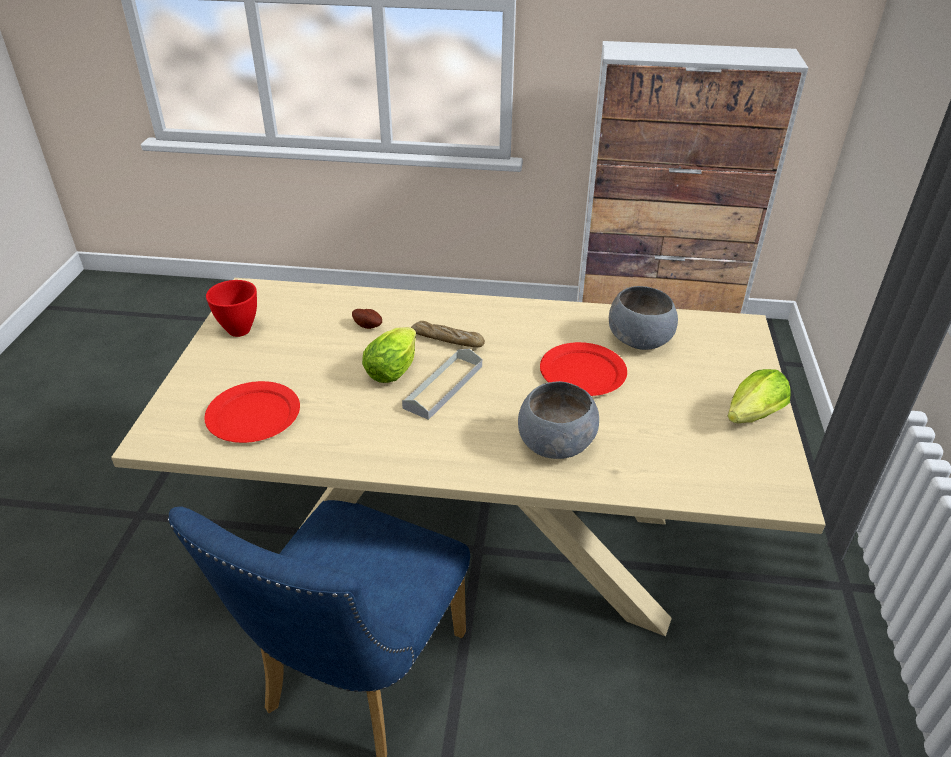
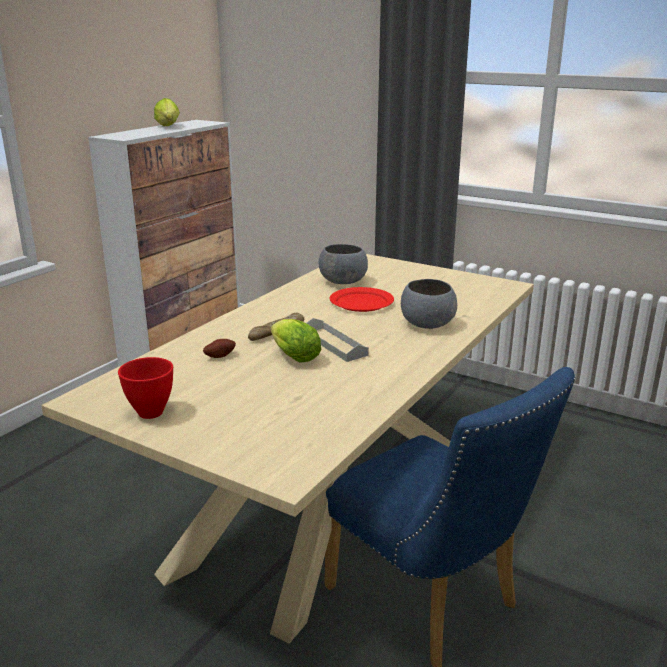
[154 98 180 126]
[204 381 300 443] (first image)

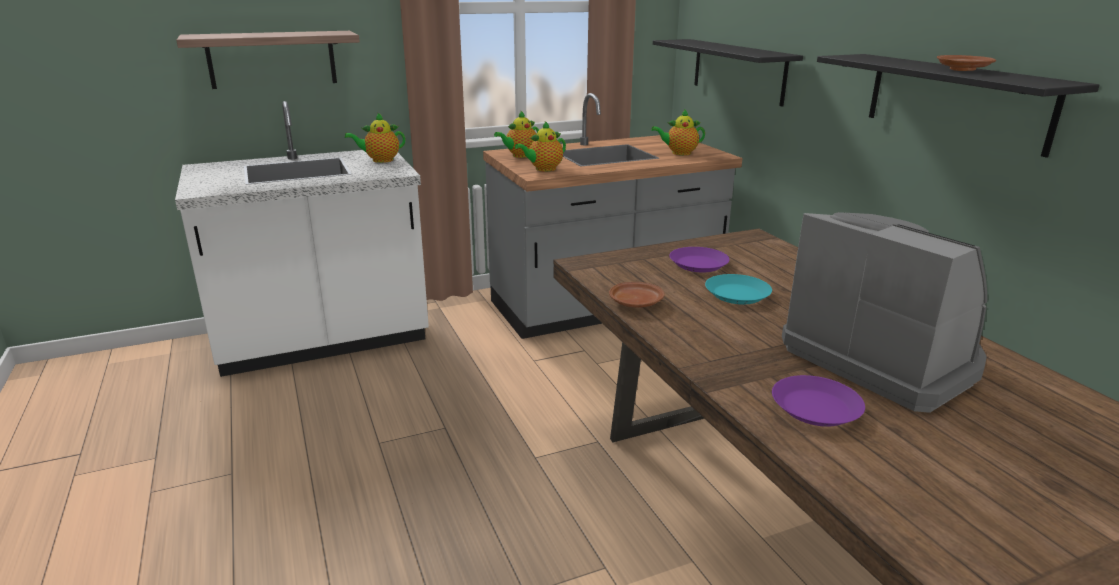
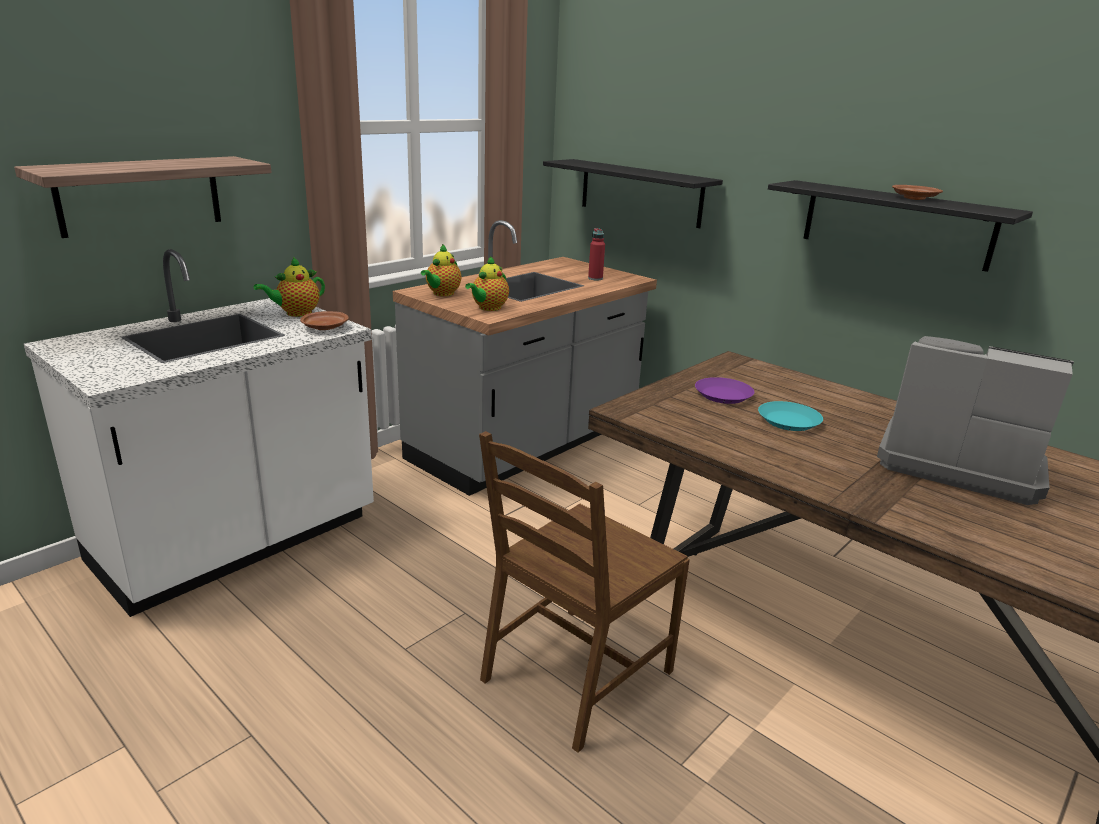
[300 311 349 330]
[479 431 690 753]
[588 228 605 280]
[772 375 865 427] (first image)

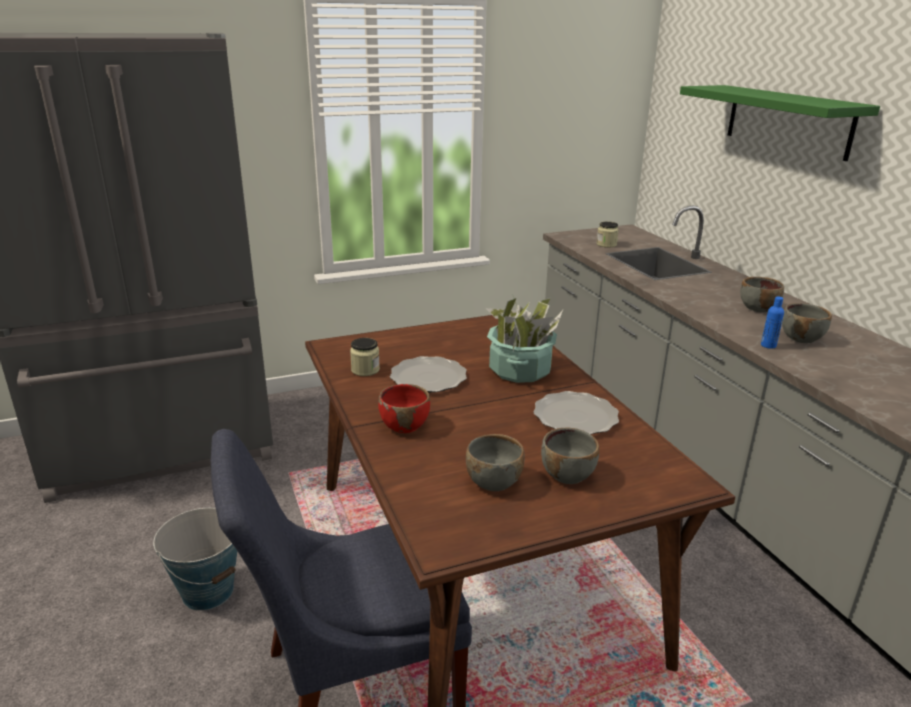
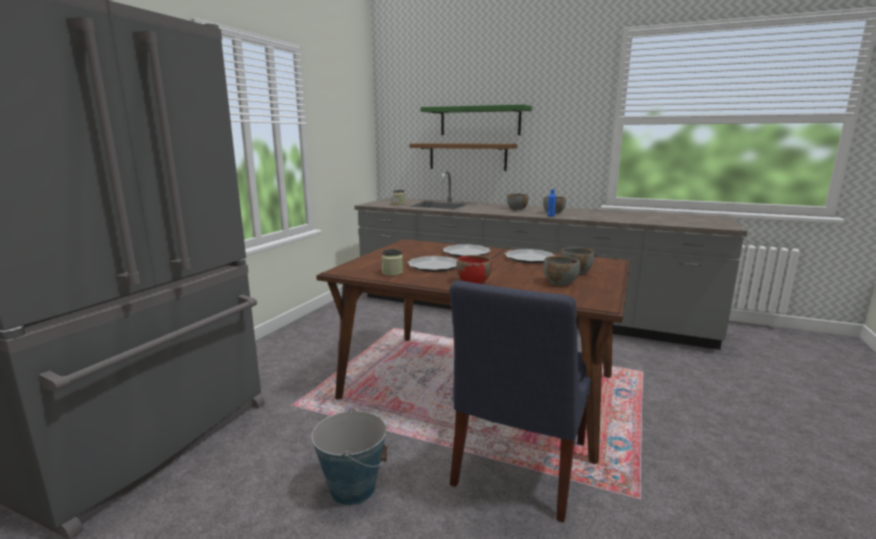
[409 143 517 171]
[443 244 491 257]

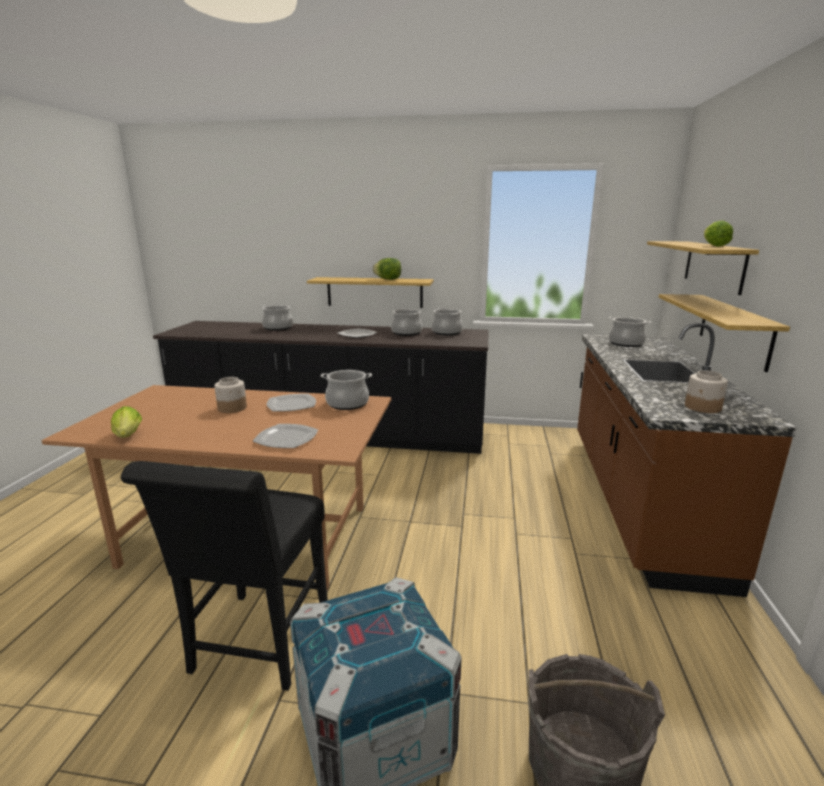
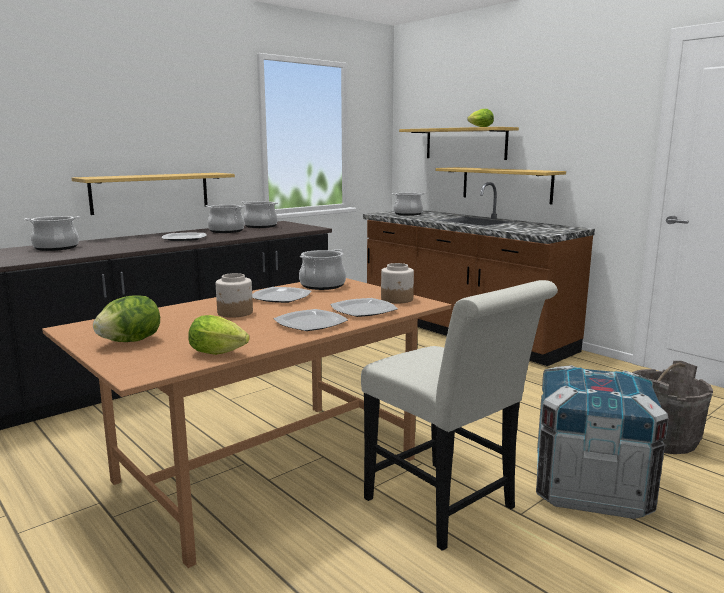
[93 295 160 342]
[273 309 348 331]
[361 280 558 551]
[381 263 414 303]

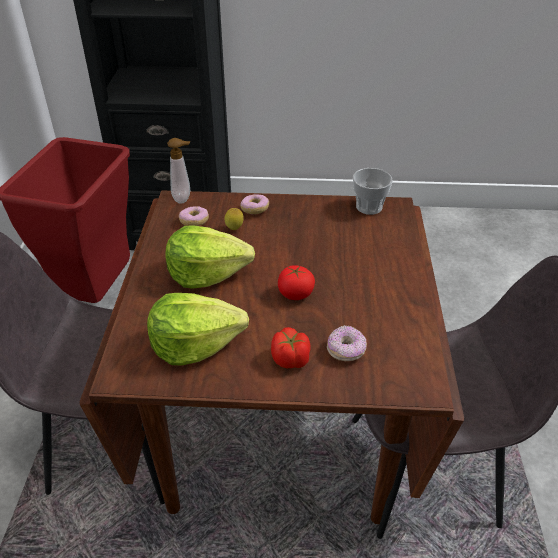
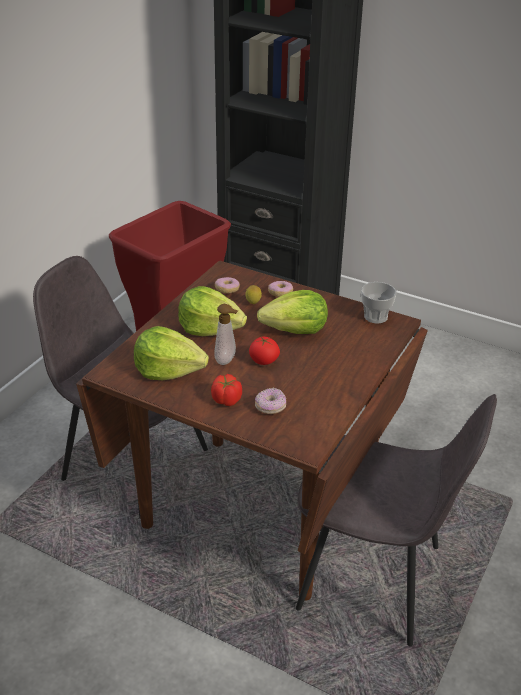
[214 304 238 365]
[257 290 328 334]

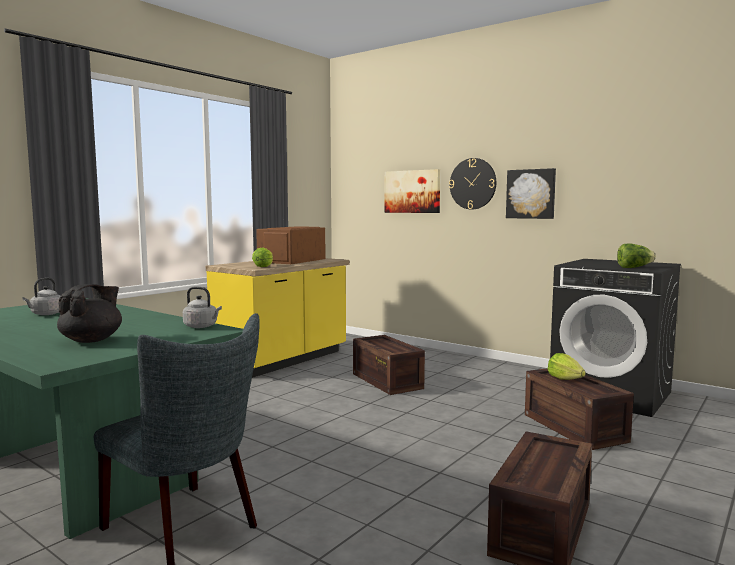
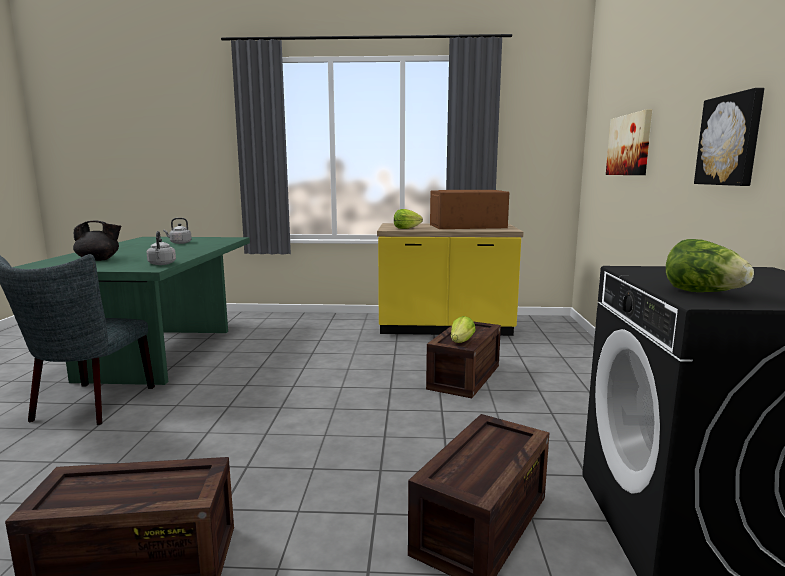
[451 316 476 343]
[449 158 496 210] (first image)

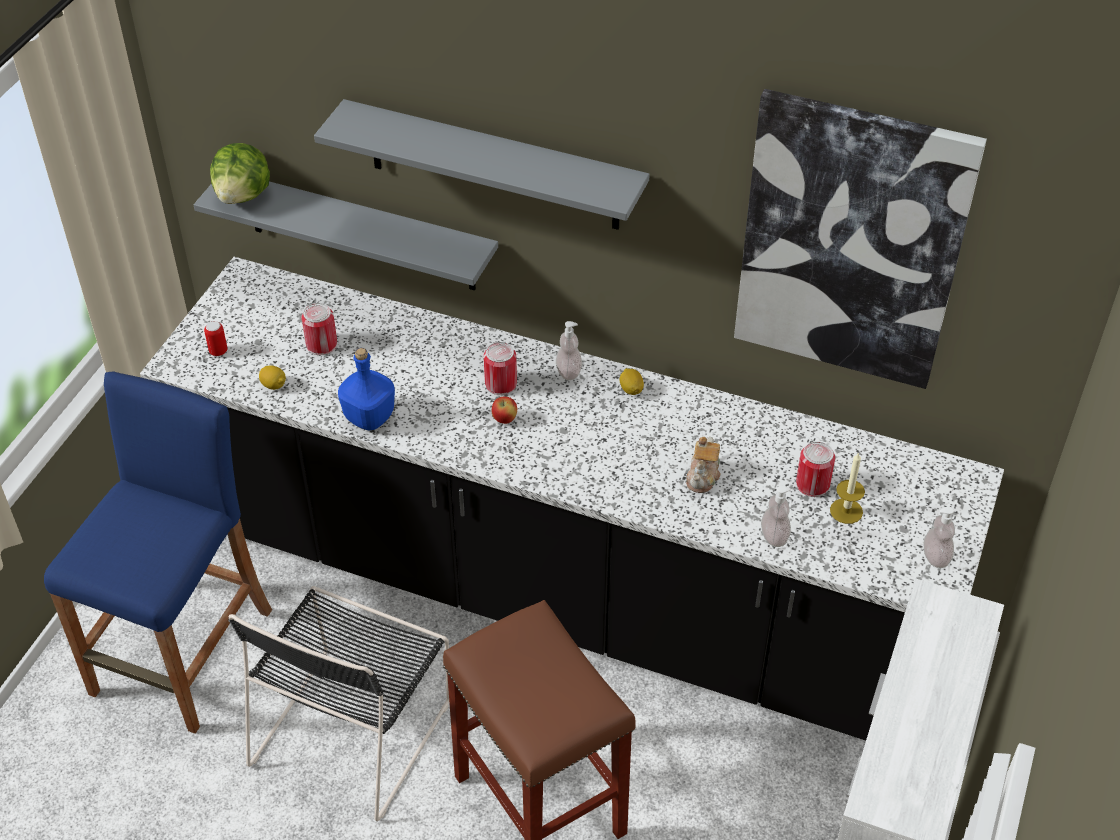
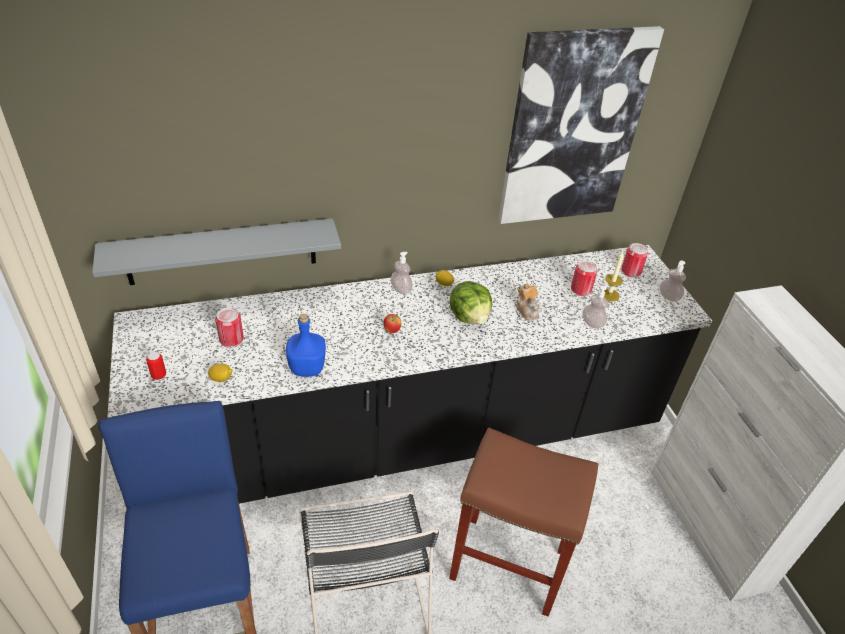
[450 281 492 324]
[621 243 648 278]
[314 99 650 230] (first image)

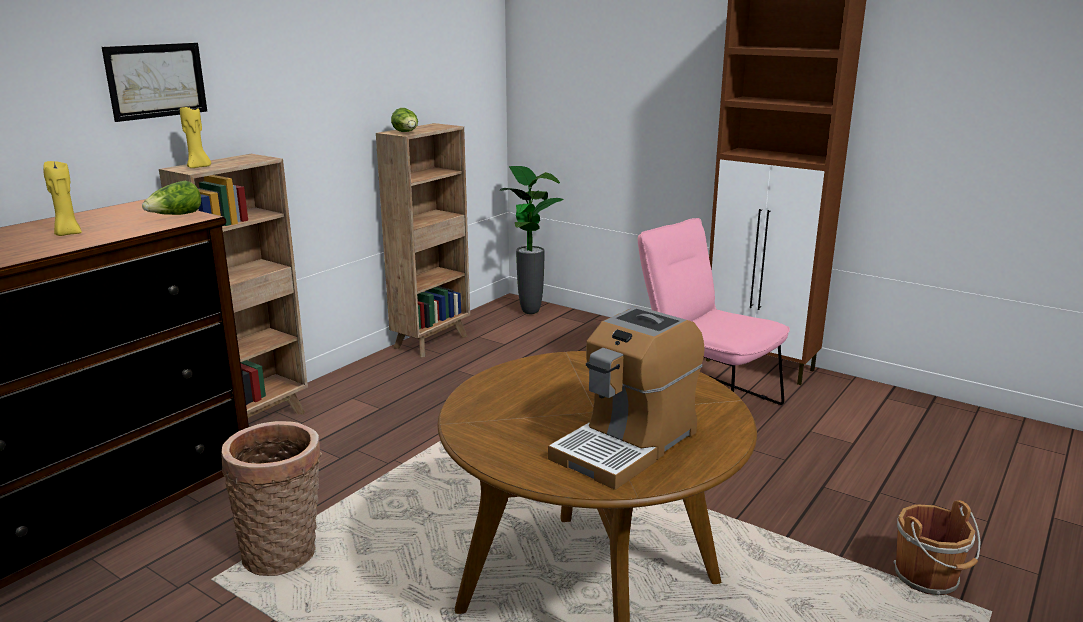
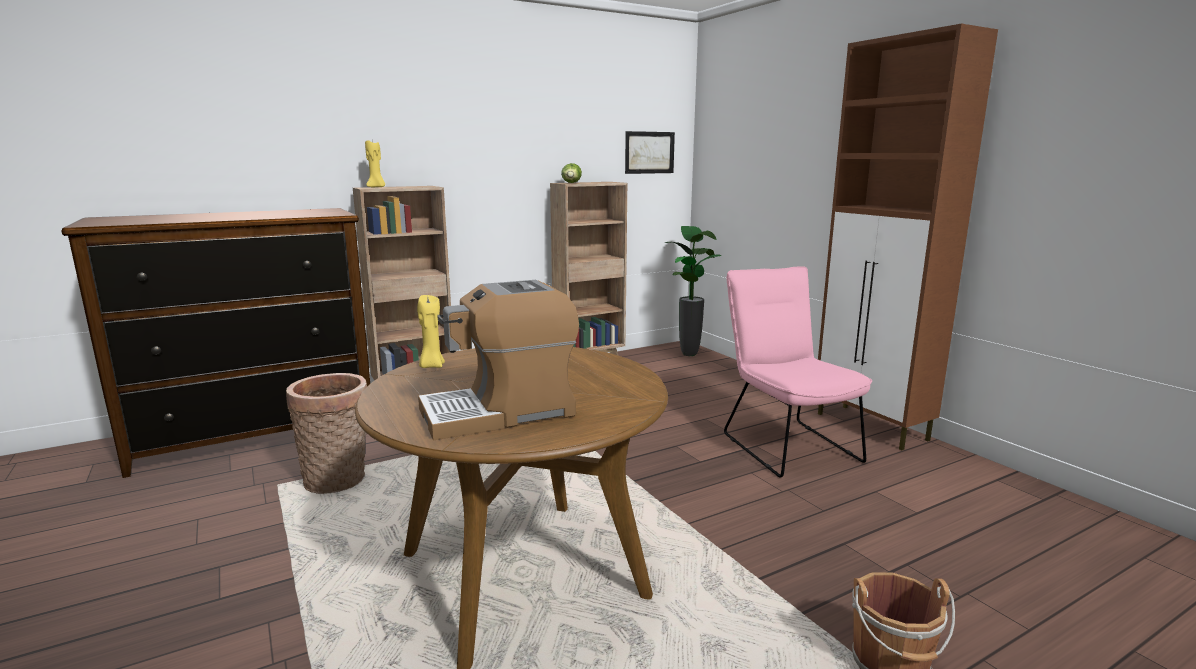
[417 295 445 368]
[625 131 675 174]
[142 181 201 215] (first image)

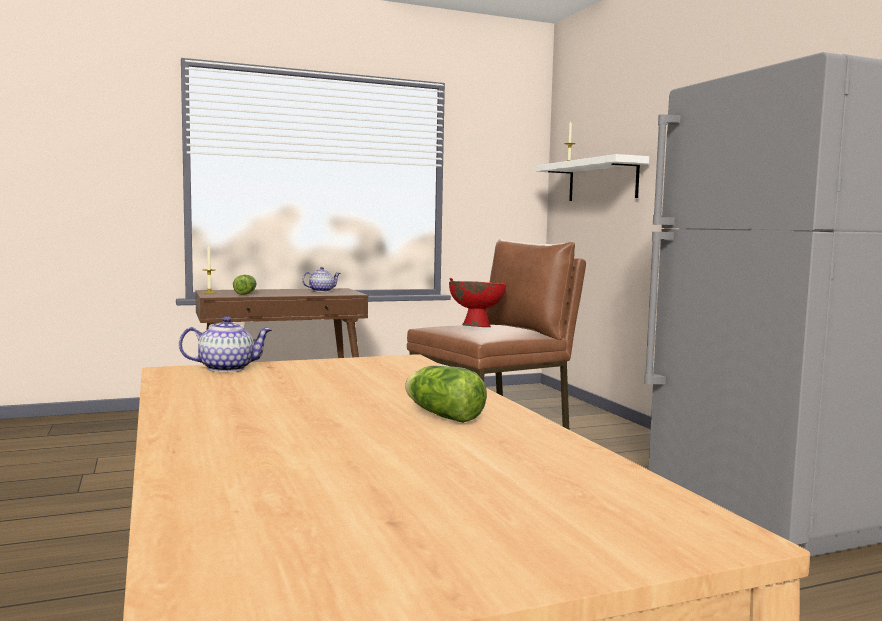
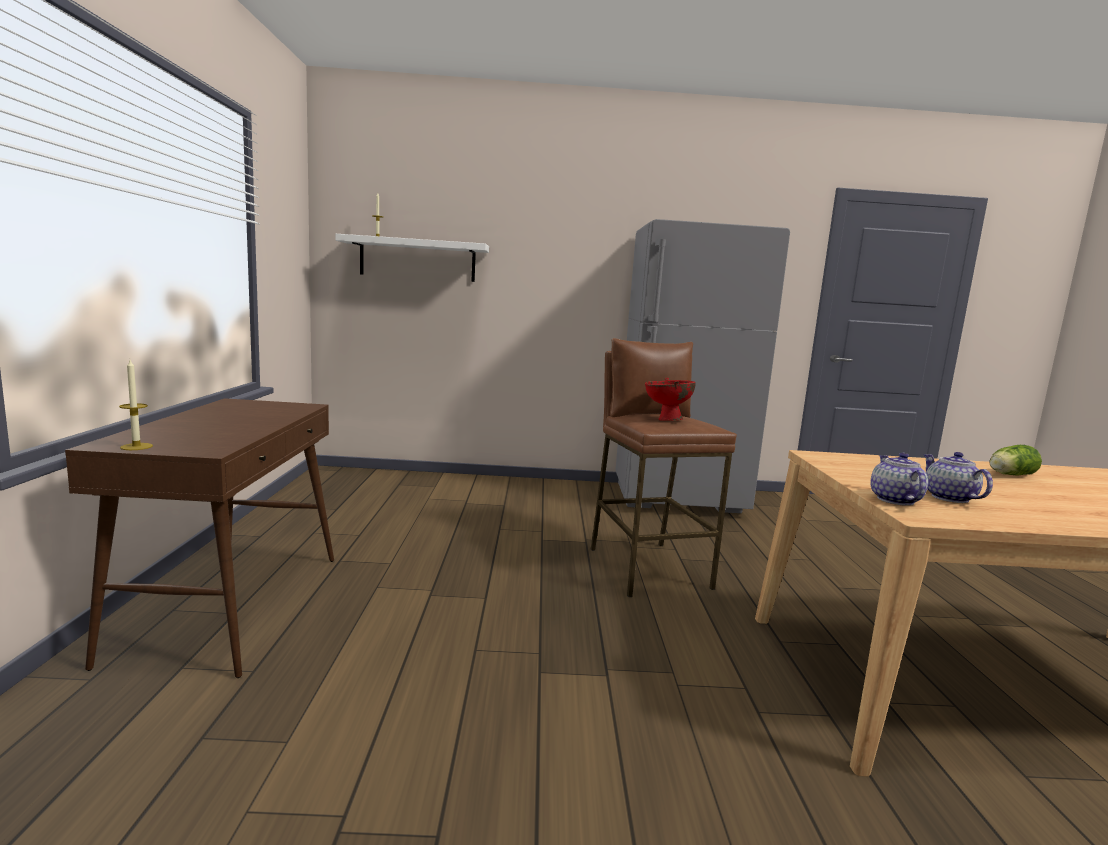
[923 452 993 503]
[233 275 256 295] (first image)

